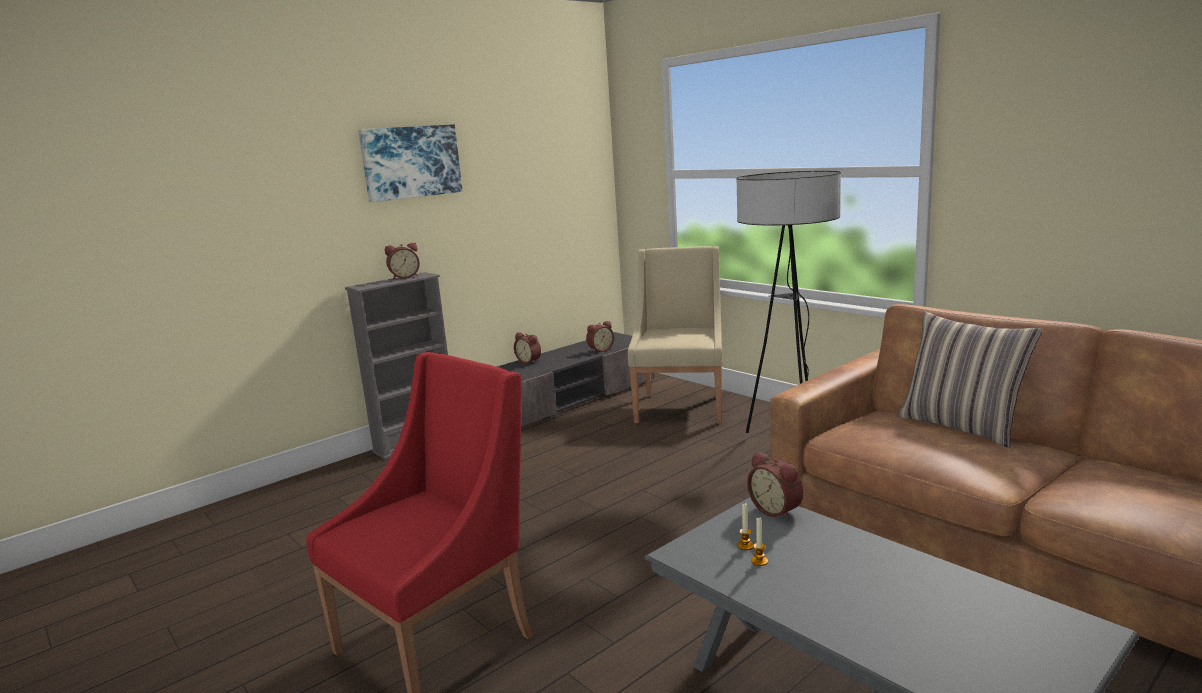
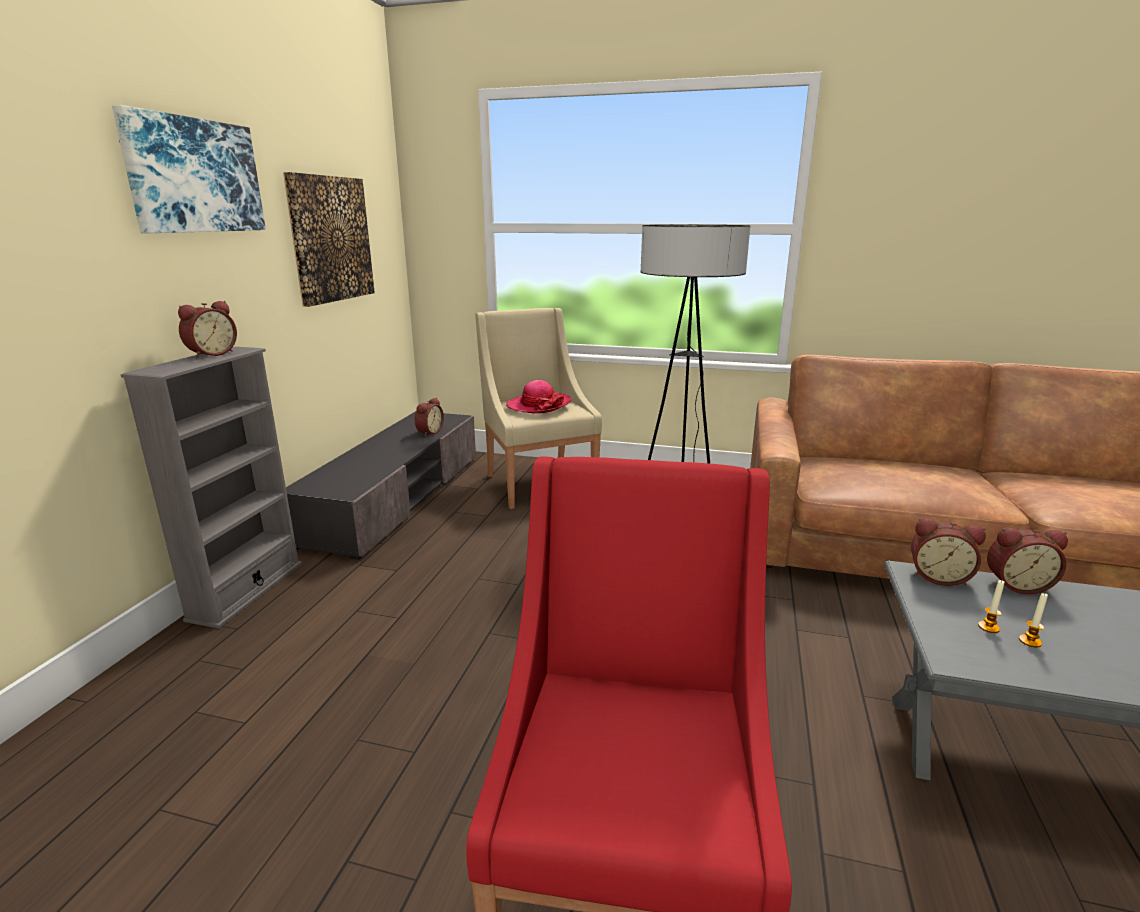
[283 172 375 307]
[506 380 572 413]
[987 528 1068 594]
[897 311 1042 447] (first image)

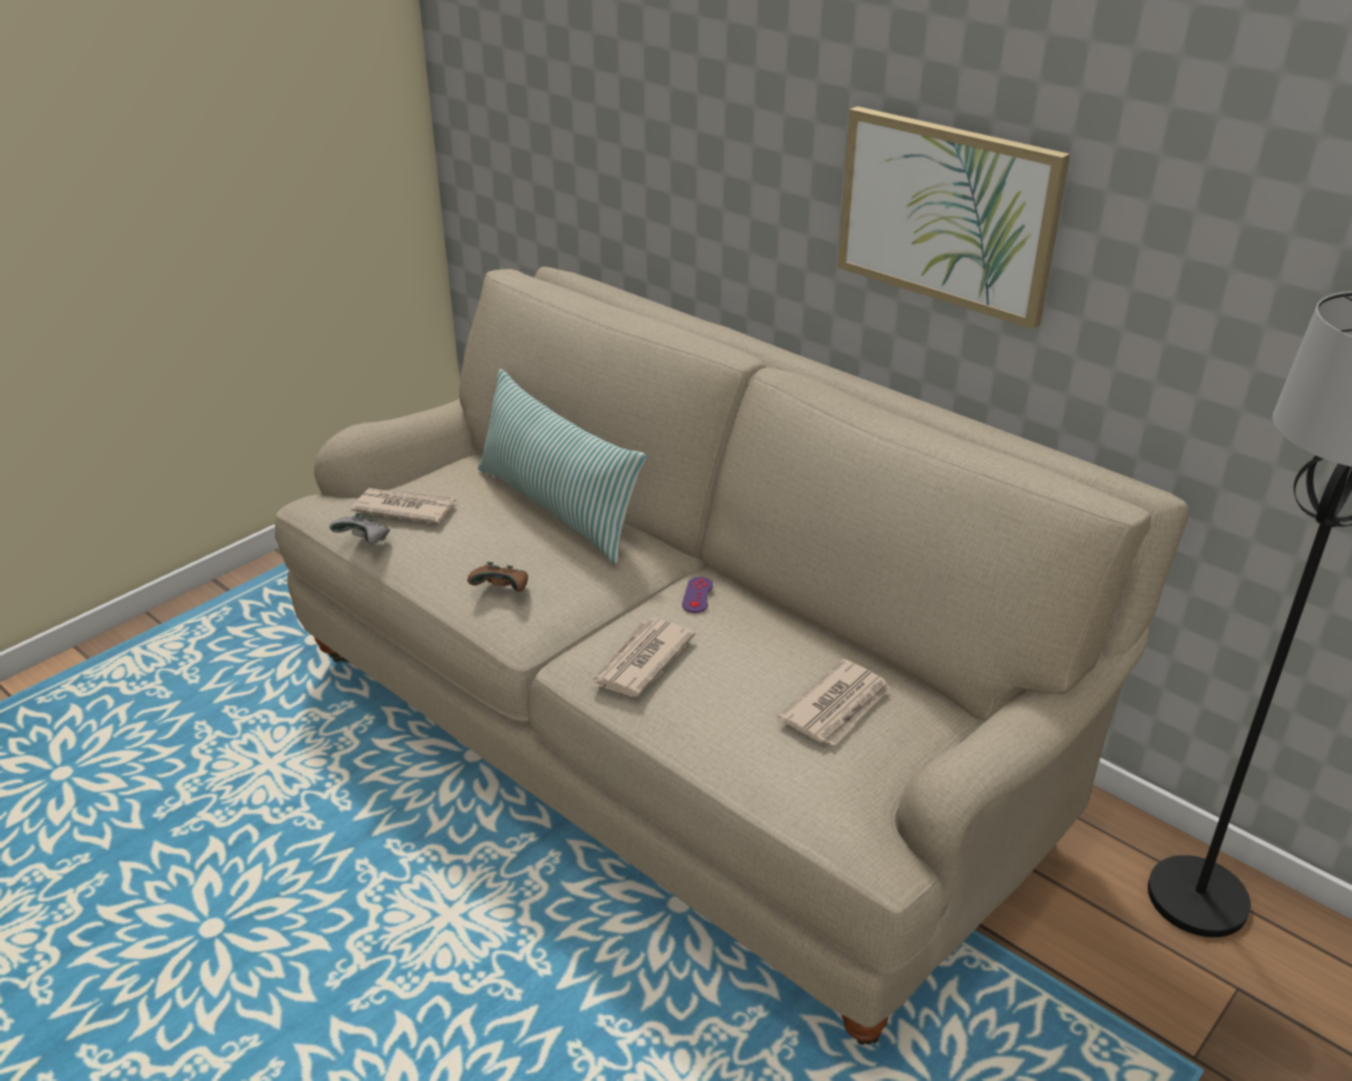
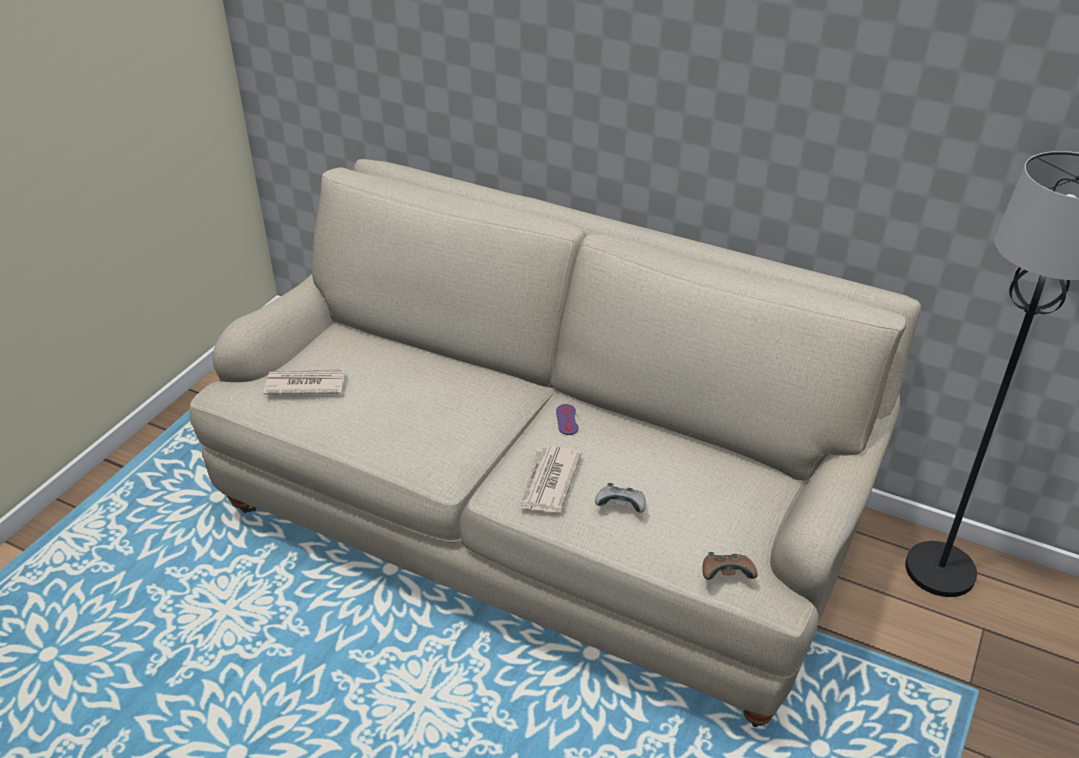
[595 483 646 513]
[702 552 758 580]
[478 369 647 564] (first image)
[777 659 890 746] (first image)
[838 106 1070 329] (first image)

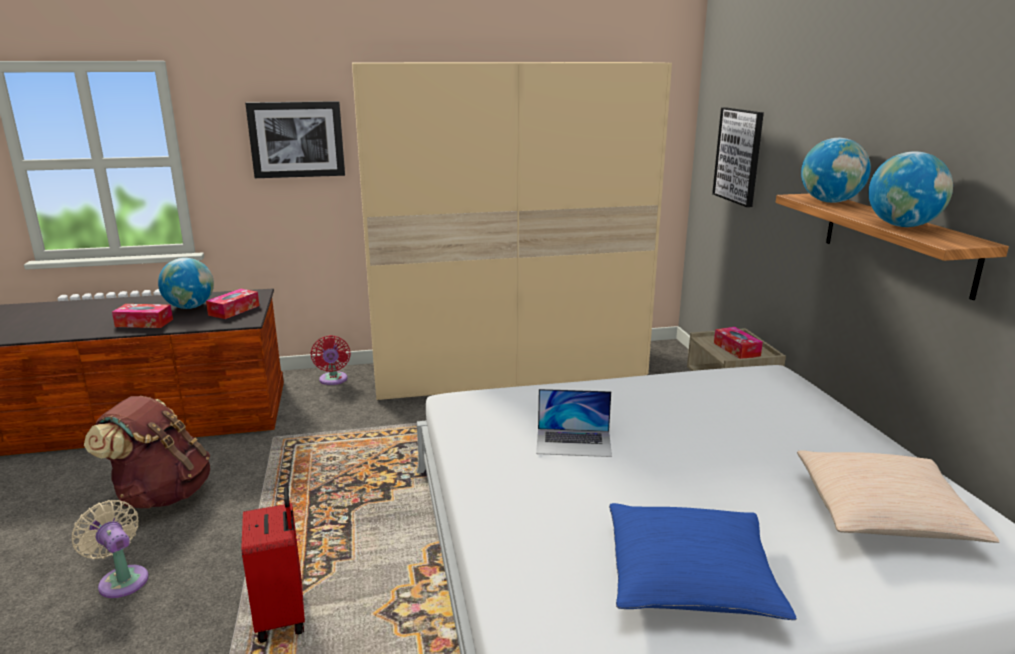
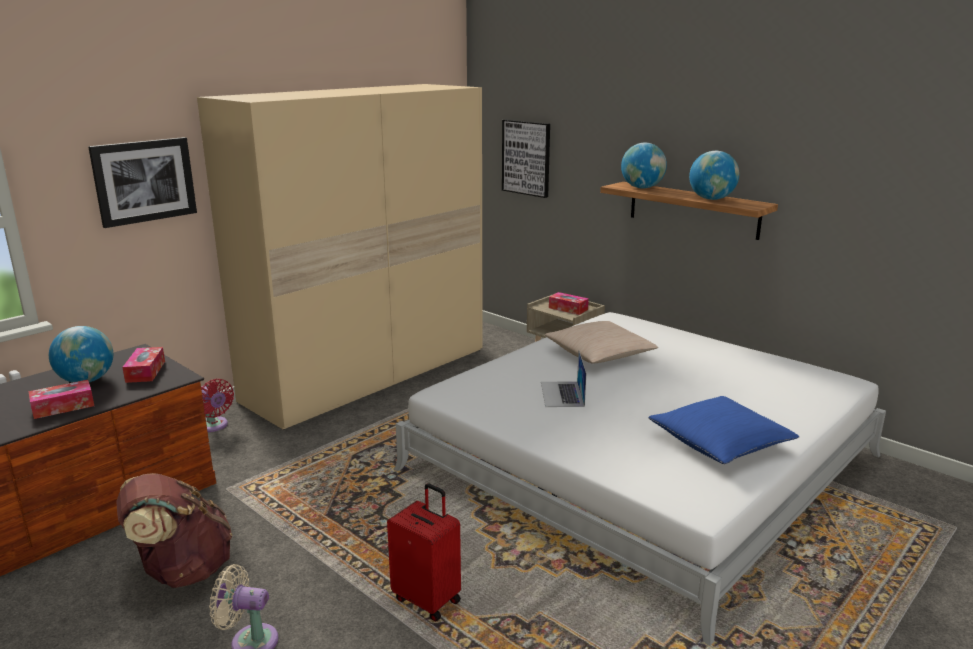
[541 351 586 407]
[545 321 658 364]

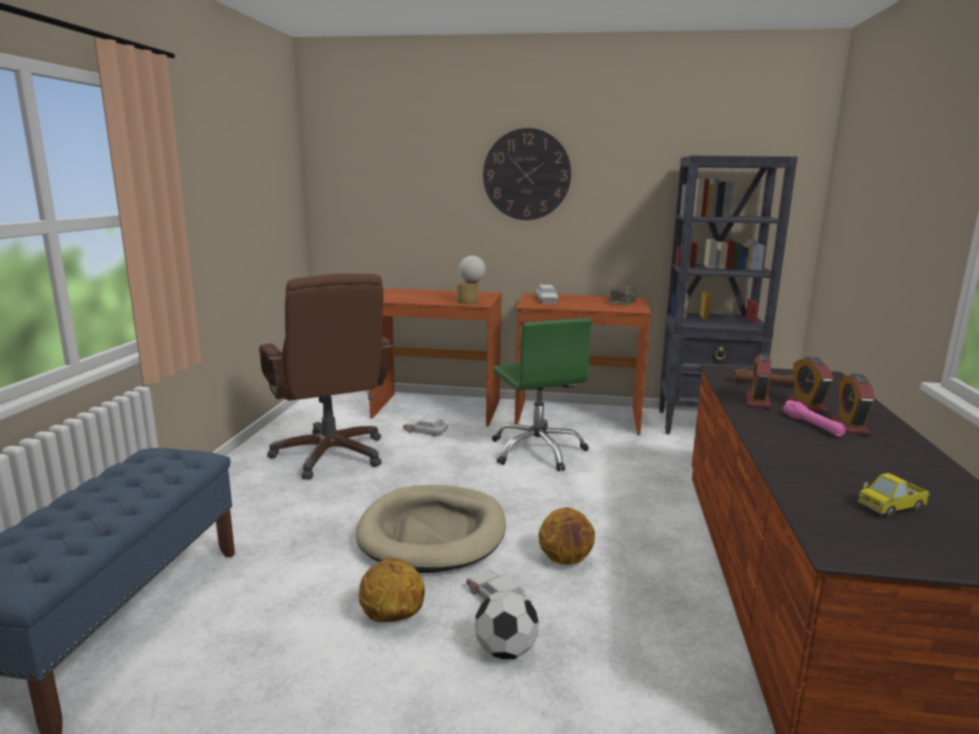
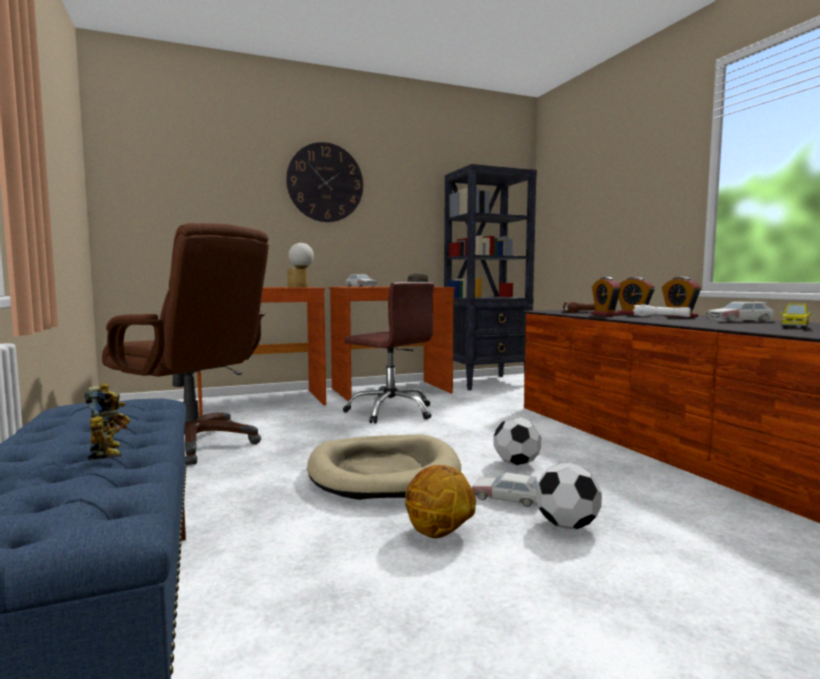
[85 383 130 461]
[343 282 434 424]
[493 417 541 465]
[633 304 691 317]
[706 302 774 322]

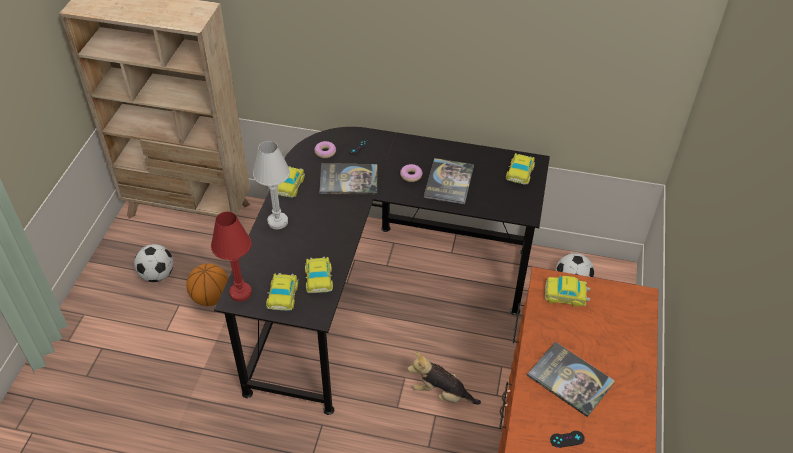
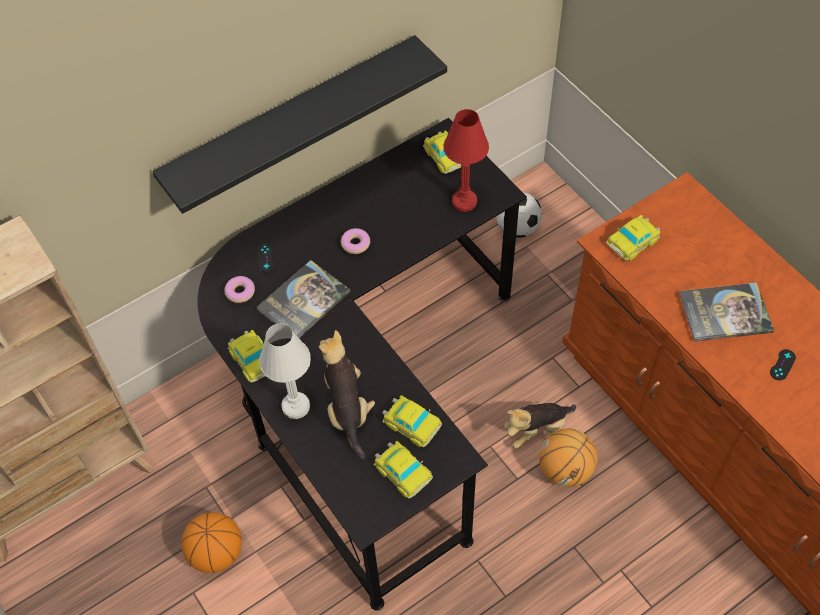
[152 35 447 214]
[319 330 375 459]
[443 109 489 212]
[539 429 598 487]
[134 244 173 282] (first image)
[424 158 474 204] (first image)

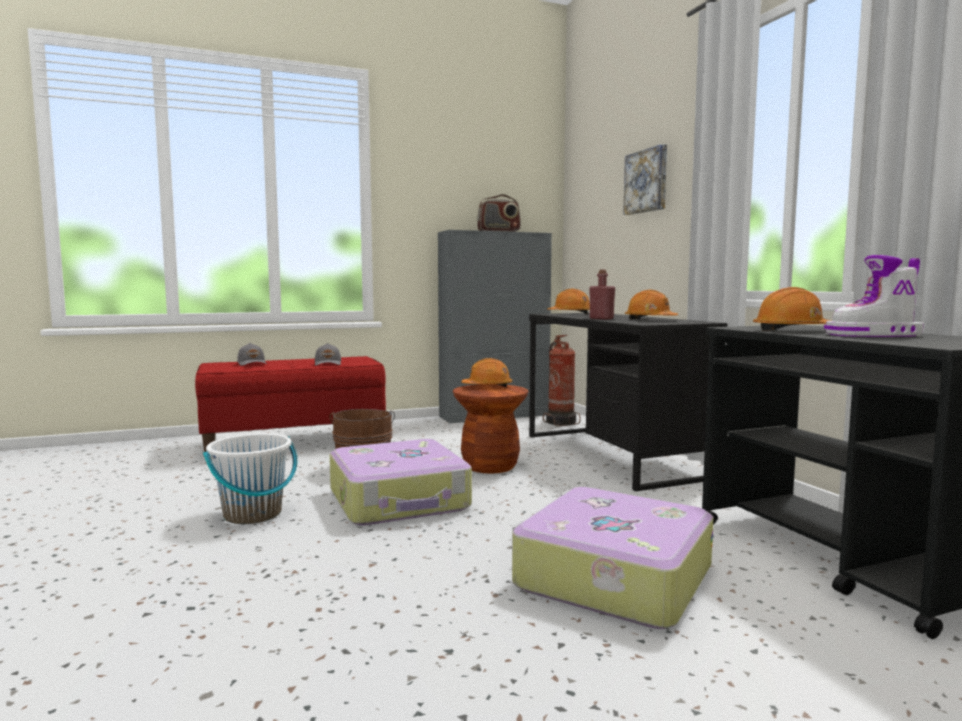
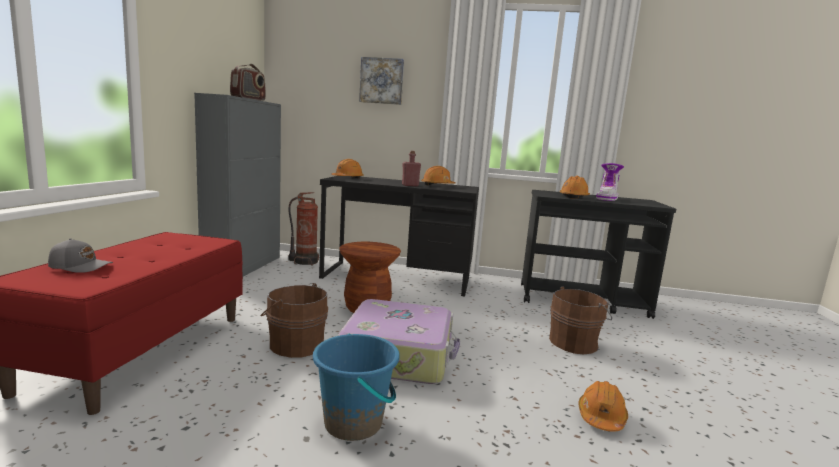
[313 333 400 441]
[549 286 612 354]
[578 381 628 432]
[315 343 341 366] (first image)

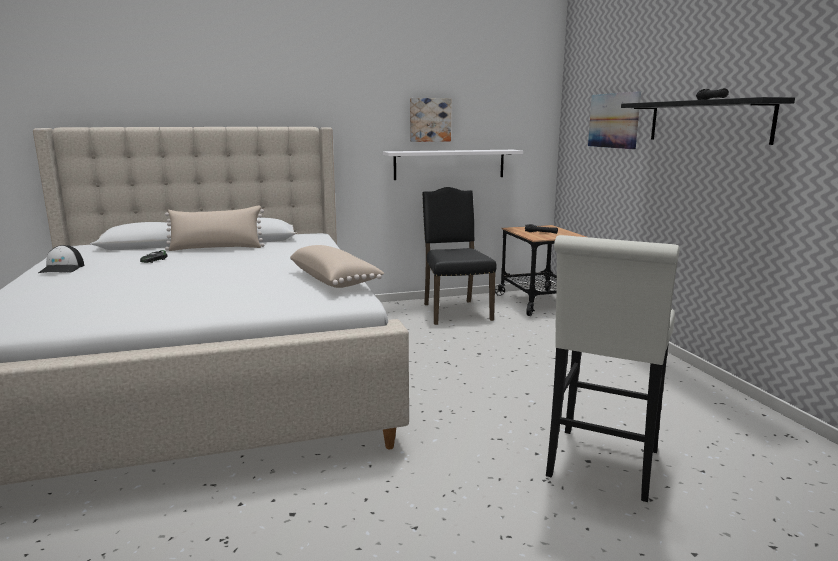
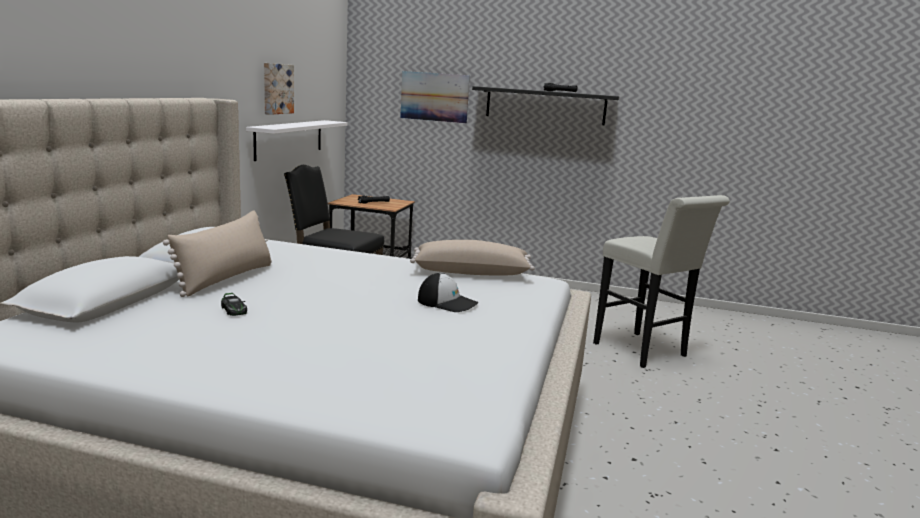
[418 273 478 312]

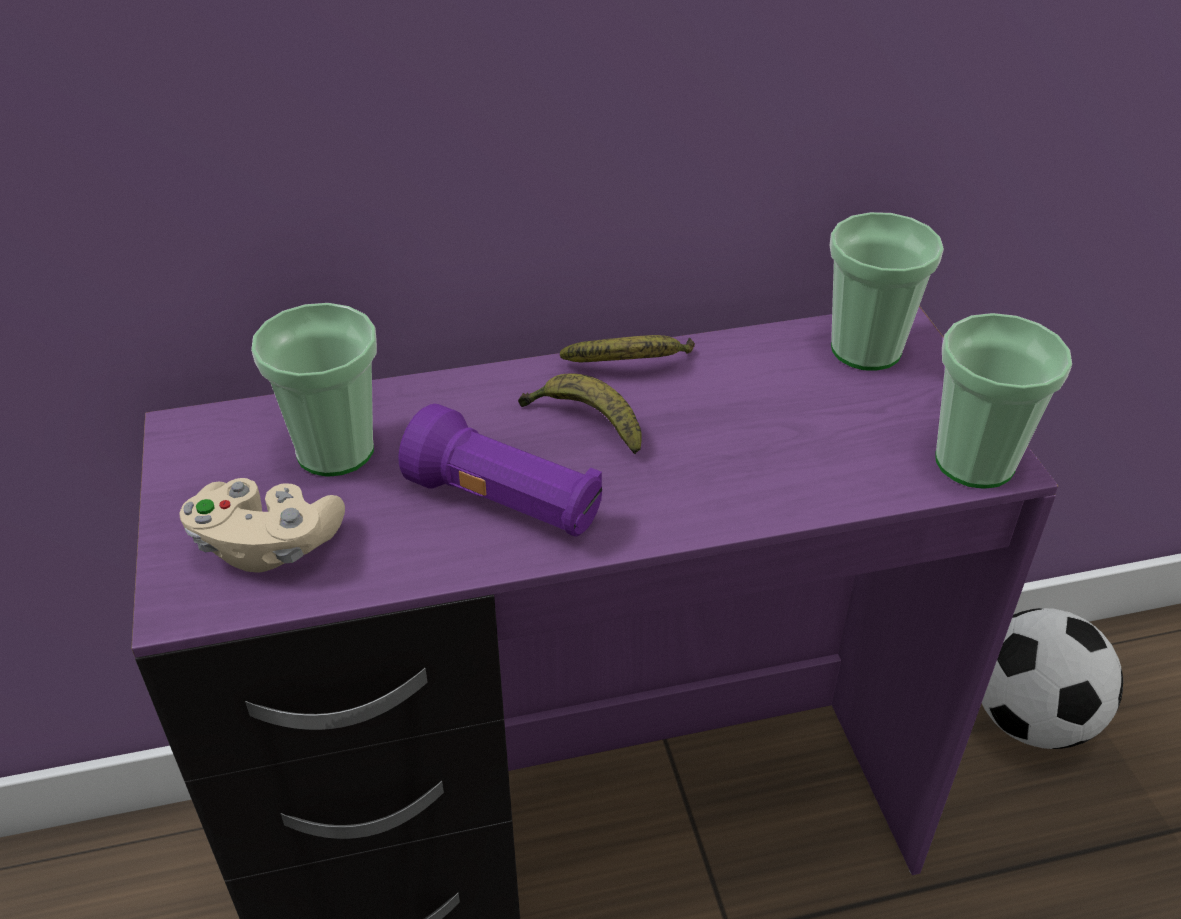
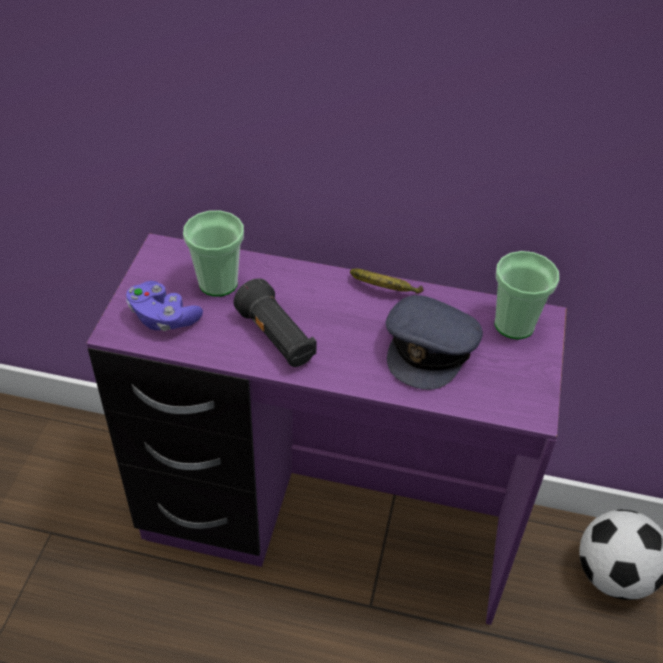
[126 281 203 331]
[234 279 317 367]
[386 295 483 390]
[518 373 642 454] (first image)
[935 313 1072 489] (first image)

